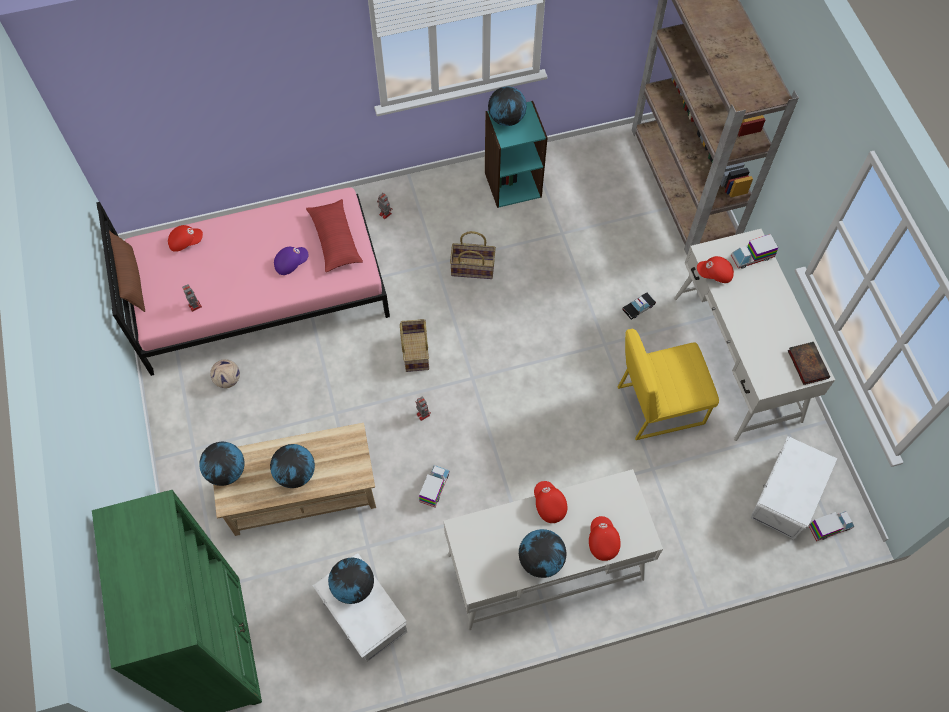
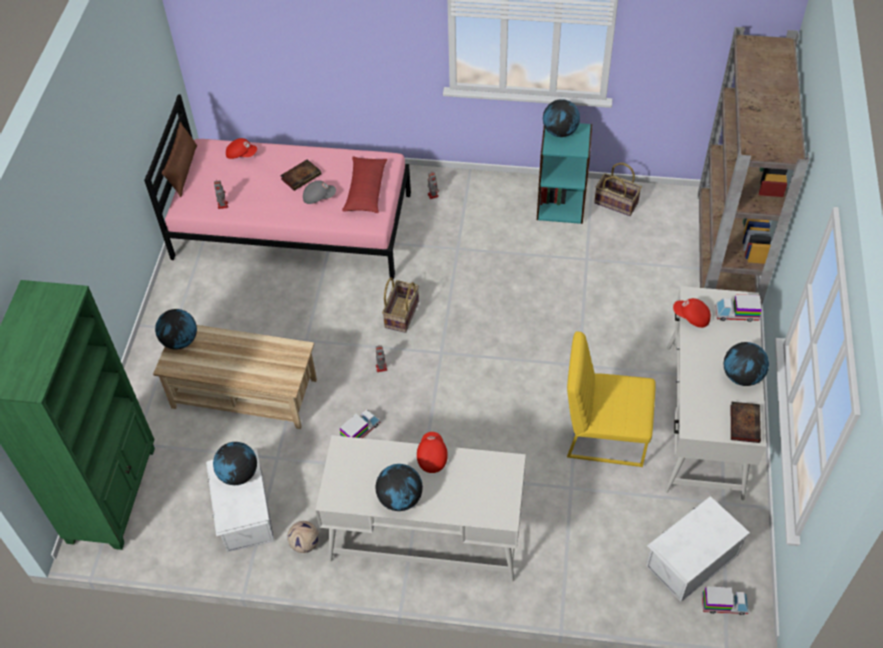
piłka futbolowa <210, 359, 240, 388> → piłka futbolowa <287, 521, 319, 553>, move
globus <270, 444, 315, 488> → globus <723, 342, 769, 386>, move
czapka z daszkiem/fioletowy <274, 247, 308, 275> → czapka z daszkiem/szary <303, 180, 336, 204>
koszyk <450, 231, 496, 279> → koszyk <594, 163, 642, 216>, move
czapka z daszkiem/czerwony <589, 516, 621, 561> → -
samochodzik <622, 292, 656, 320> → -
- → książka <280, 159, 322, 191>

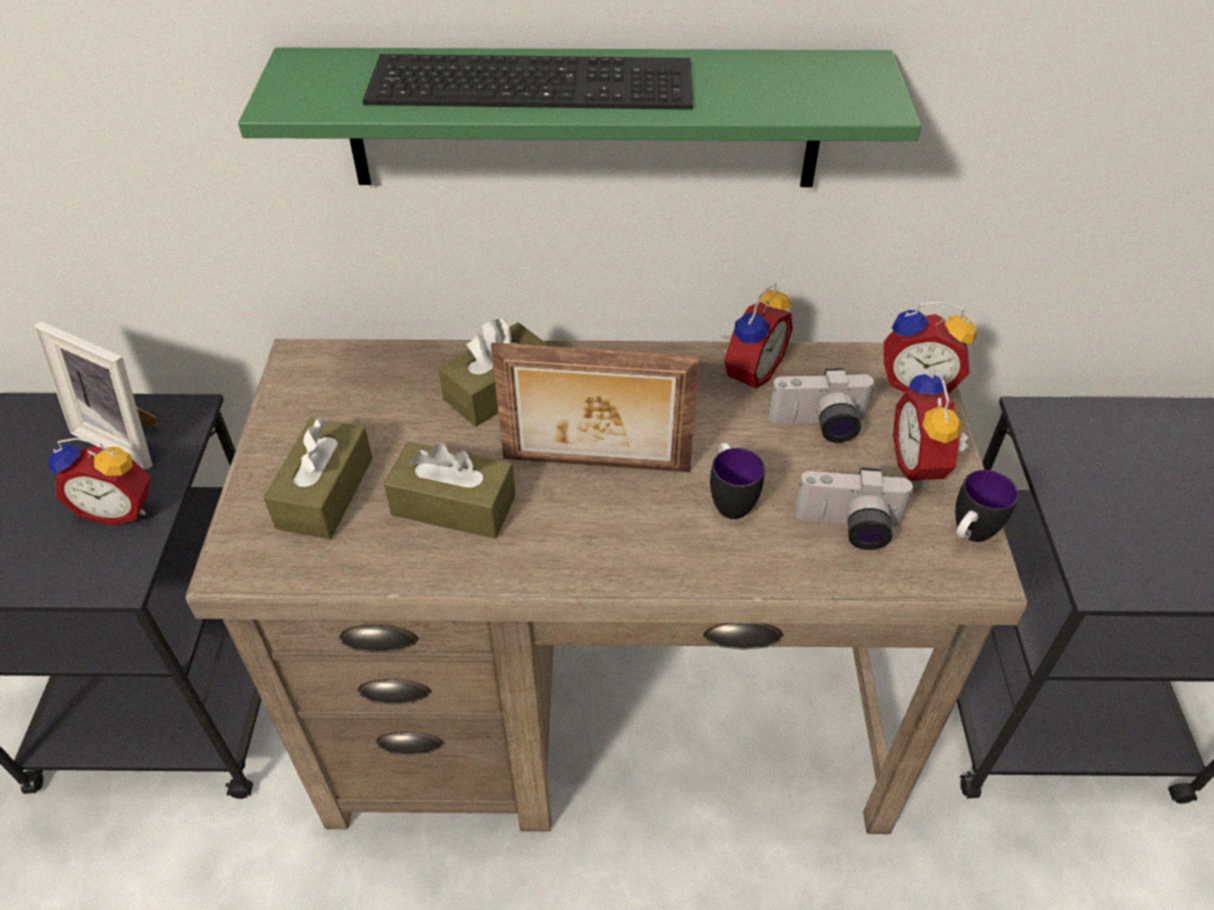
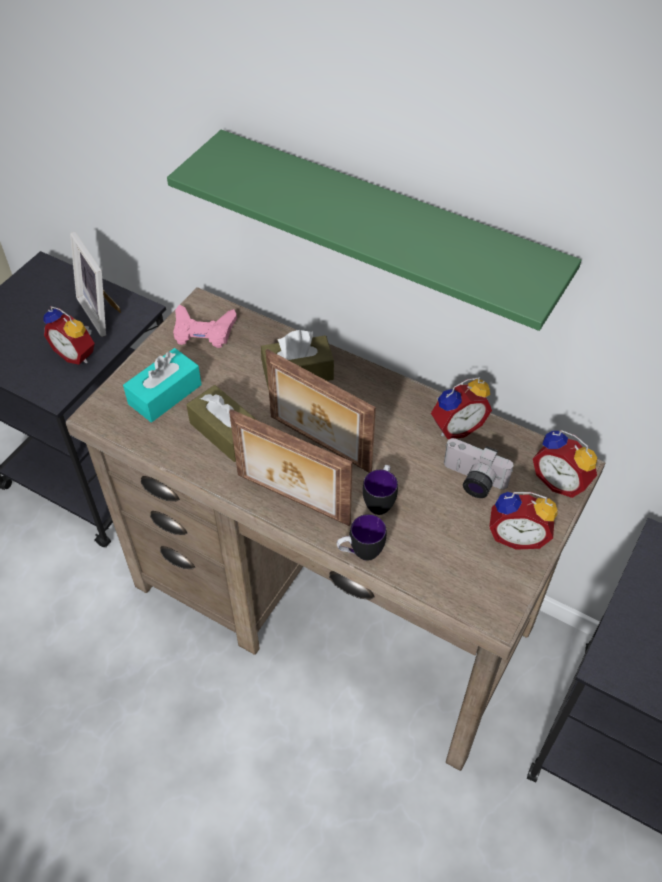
pudełko chusteczek/brązowy <263, 417, 373, 539> → pudełko chusteczek/turkusowy <123, 348, 202, 422>
klawiatura <362, 54, 693, 110> → -
aparat fotograficzny <794, 468, 914, 550> → -
budzik <893, 369, 969, 487> → budzik <489, 492, 558, 550>, 105 degrees counterclockwise
kubek <955, 470, 1018, 542> → kubek <337, 514, 386, 561>, move
- → pad do gier/różowy <173, 305, 237, 348>
- → ramka na zdjęcie <229, 409, 353, 526>

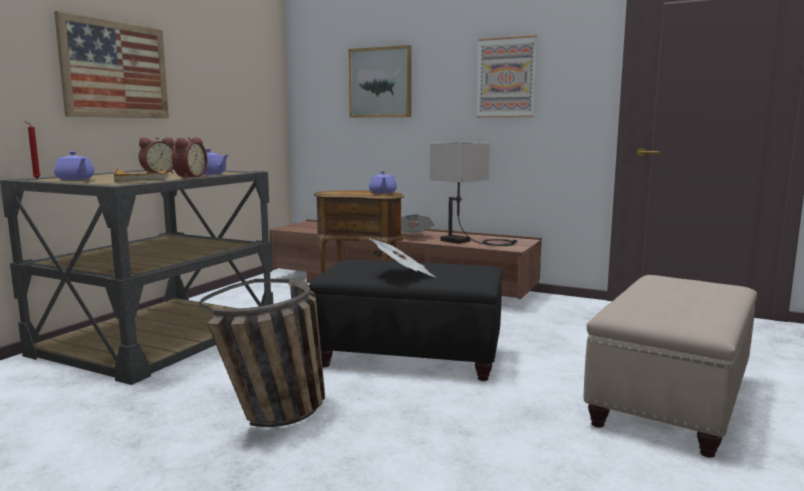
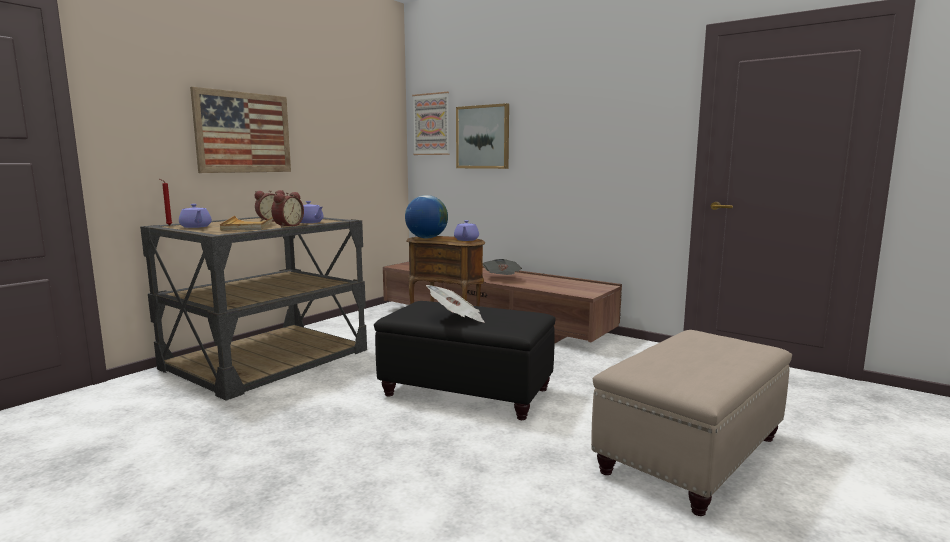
koszyk <199, 278, 325, 427> → -
lampa stołowa <430, 142, 517, 246> → -
obraz <477, 35, 537, 118> → obraz <412, 92, 450, 155>, move
- → globus <405, 195, 448, 238>

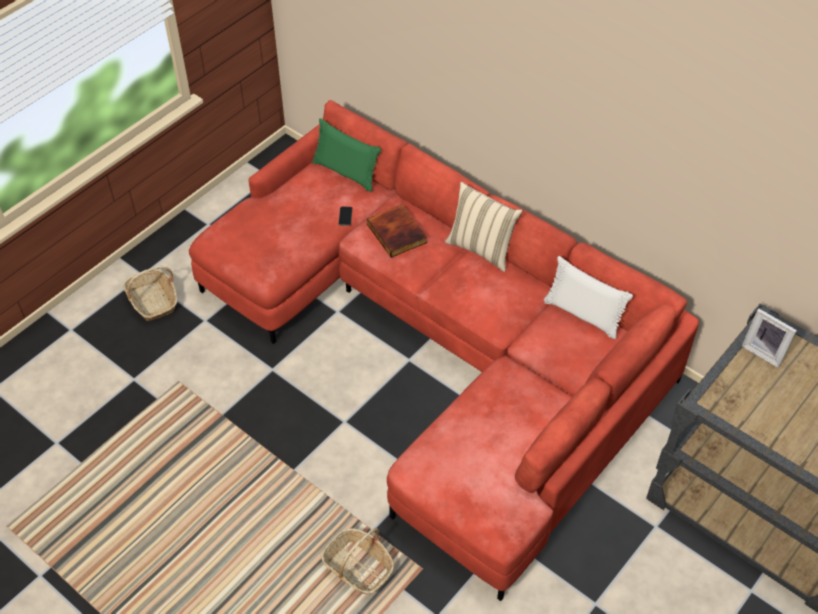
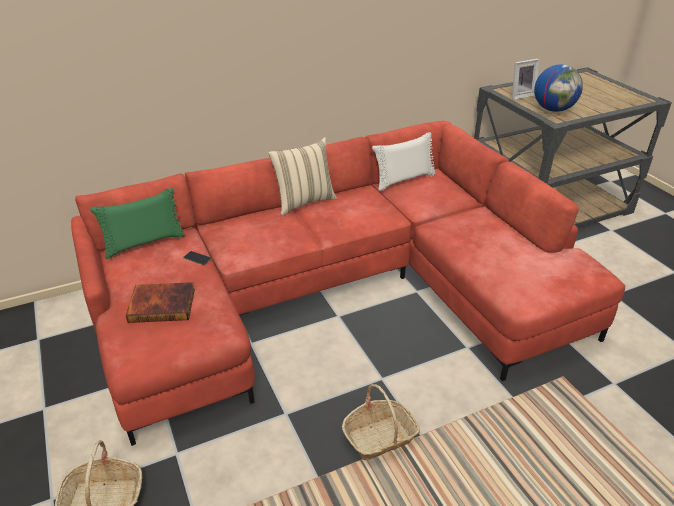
koszyk <321, 528, 394, 594> → koszyk <342, 384, 420, 460>, move
książka <367, 205, 427, 257> → książka <126, 282, 195, 323>, move
- → globus <534, 65, 583, 112>

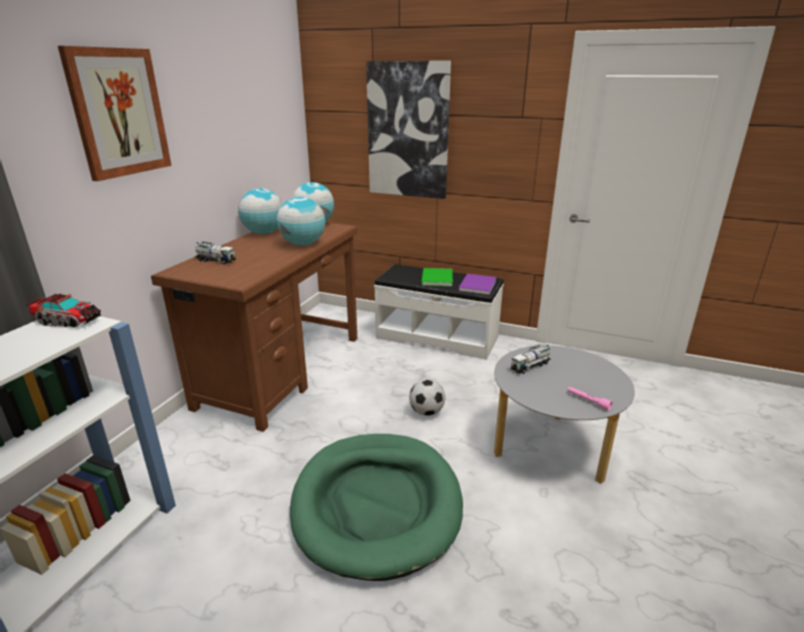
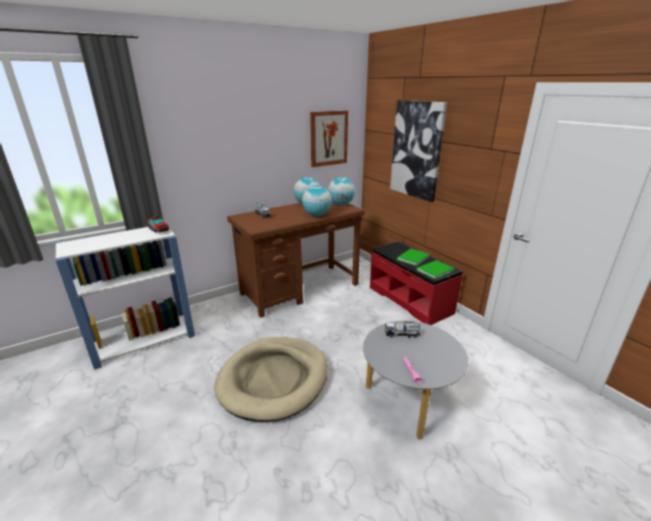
obraz <58, 46, 172, 181> → obraz <310, 110, 348, 167>, move
legowisko/zielony <290, 434, 463, 581> → legowisko/beżowy <214, 337, 328, 422>
ławka/biały <374, 264, 504, 360> → ławka/czerwony <370, 241, 463, 325>
piłka futbolowa <409, 379, 445, 416> → -
książka/fioletowy <458, 274, 497, 295> → książka/zielony <416, 260, 454, 279>

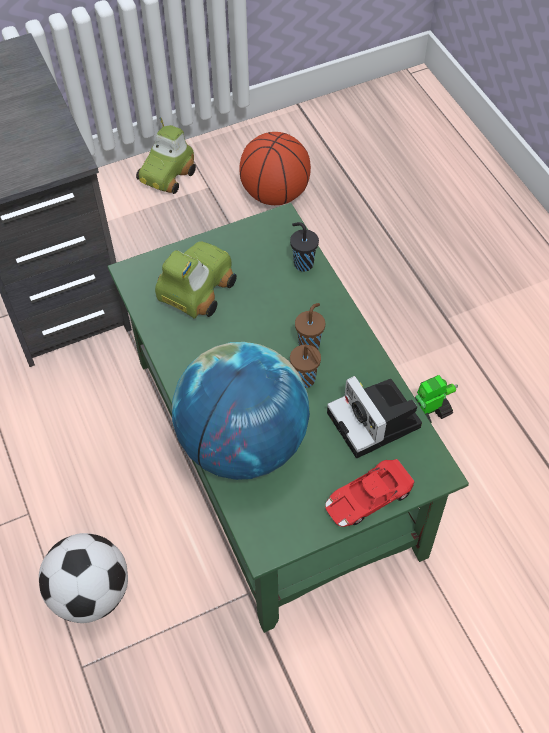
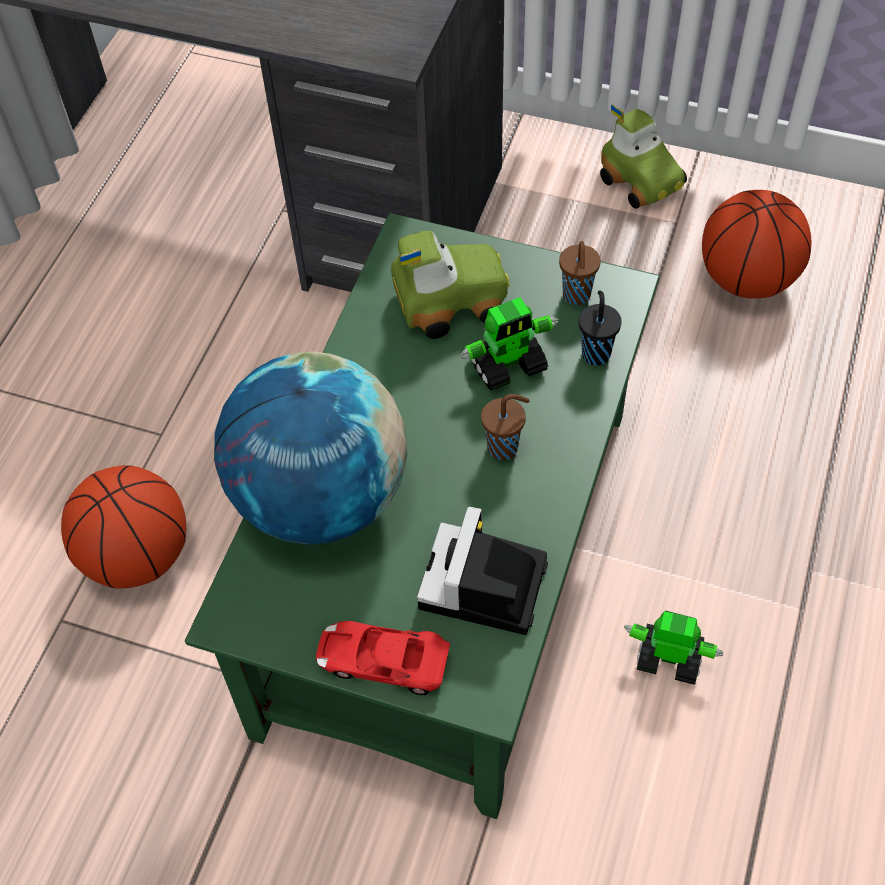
piłka futbolowa <39, 533, 128, 623> → piłka do koszykówki <61, 465, 186, 589>
samochodzik <136, 117, 196, 194> → samochodzik <600, 105, 687, 209>, 105 degrees counterclockwise
filiżanka/brązowy <290, 345, 321, 388> → filiżanka/brązowy <559, 241, 601, 305>, move
- → robot zabawkowy <459, 297, 559, 391>

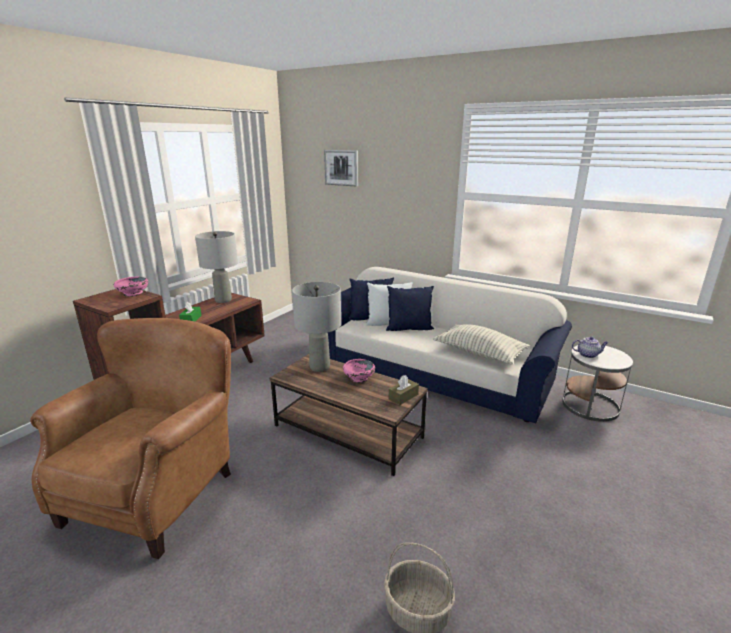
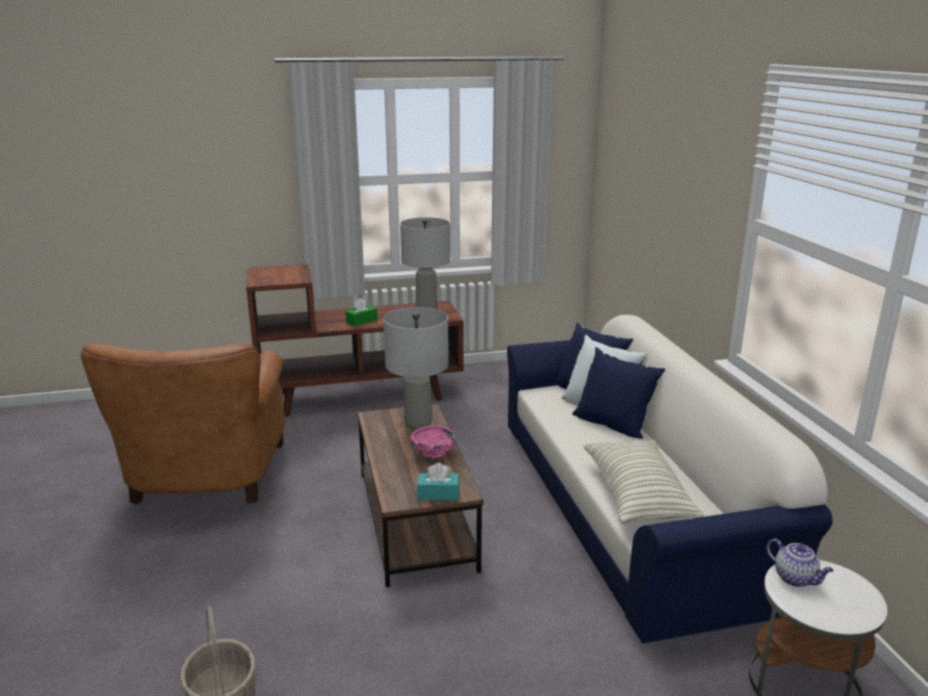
fotel/brązowy <30, 318, 231, 559> → fotel/brązowy <81, 343, 286, 505>, 120 degrees clockwise
miska/różowy <114, 277, 148, 297> → -
obraz <324, 150, 358, 187> → -
pudełko chusteczek/brązowy <389, 375, 419, 405> → pudełko chusteczek/turkusowy <417, 463, 460, 500>

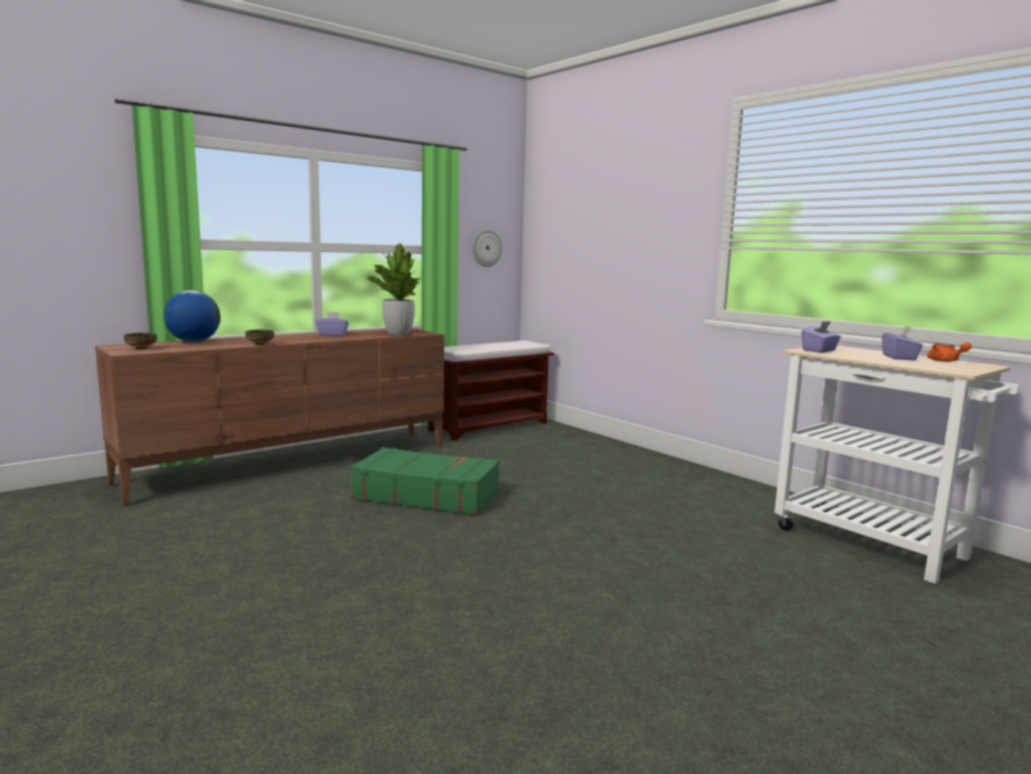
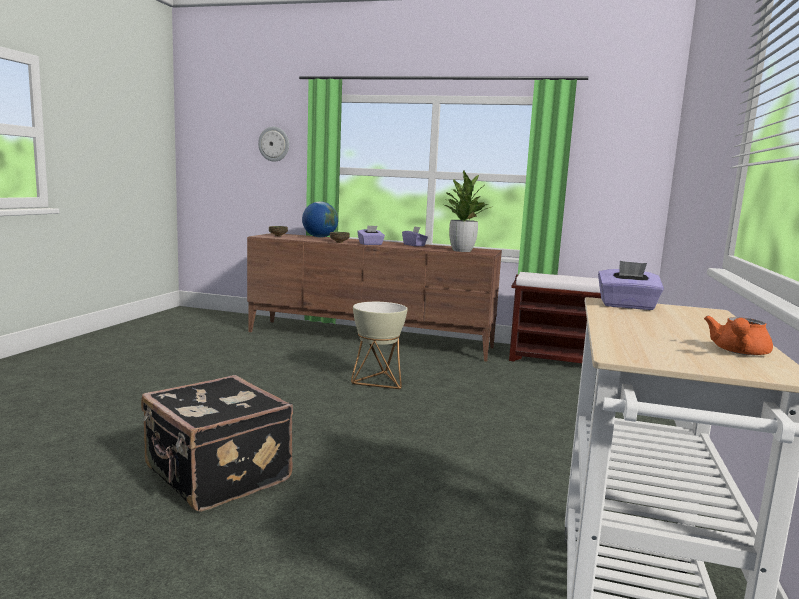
walizka/zielony <351, 447, 499, 515> → donica <351, 302, 408, 389>
zegar ścienny <472, 229, 502, 267> → zegar ścienny <258, 127, 289, 162>, move
pudełko chusteczek/fioletowy <882, 326, 923, 360> → pudełko chusteczek/fioletowy <357, 225, 385, 245>, move
- → walizka/czarny <141, 375, 293, 512>

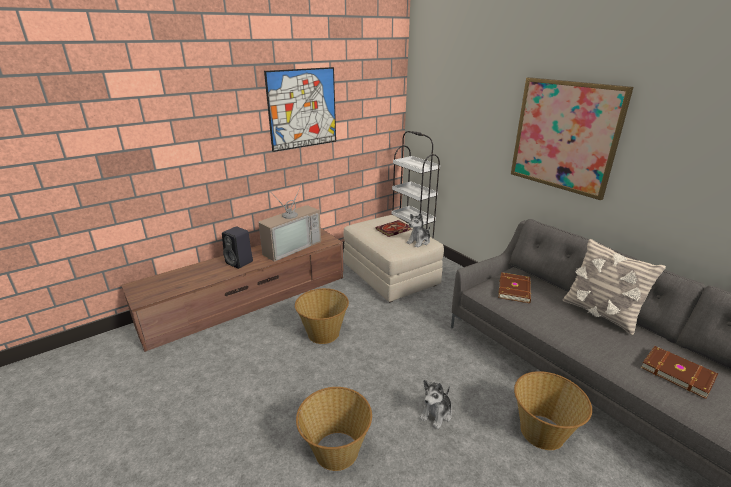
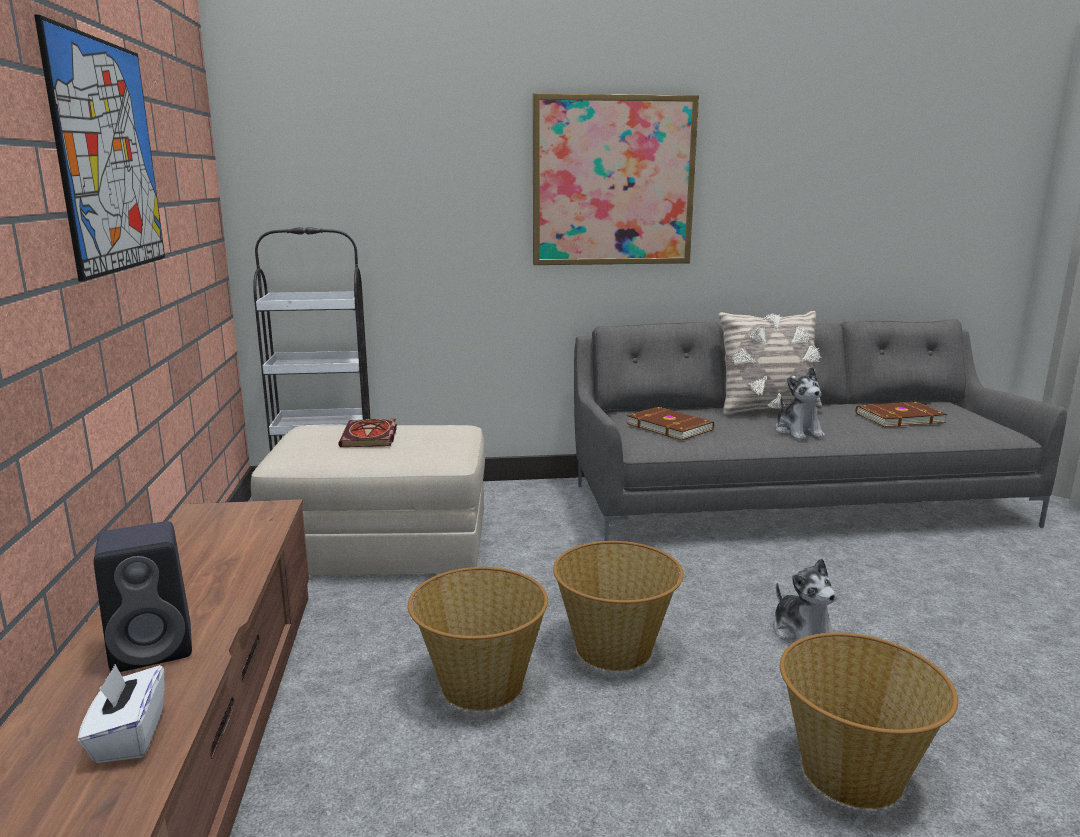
telewizor <258, 182, 321, 262> → -
pluszak <407, 213, 430, 248> → pluszak <775, 367, 825, 440>, move
koszyk <514, 371, 592, 450> → koszyk <553, 541, 684, 671>, move
- → pudełko chusteczek/biały <78, 664, 165, 763>

